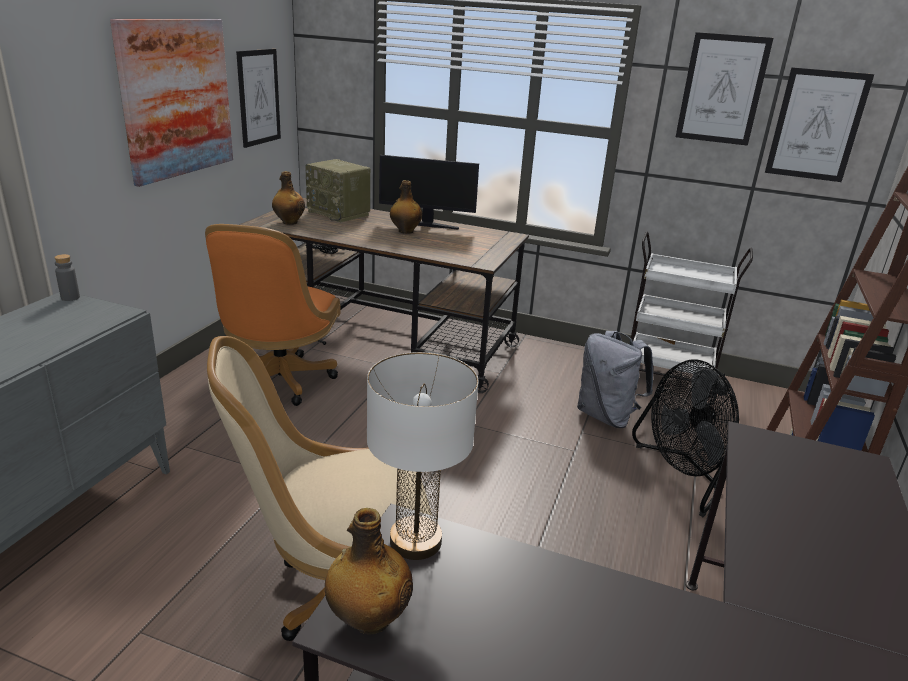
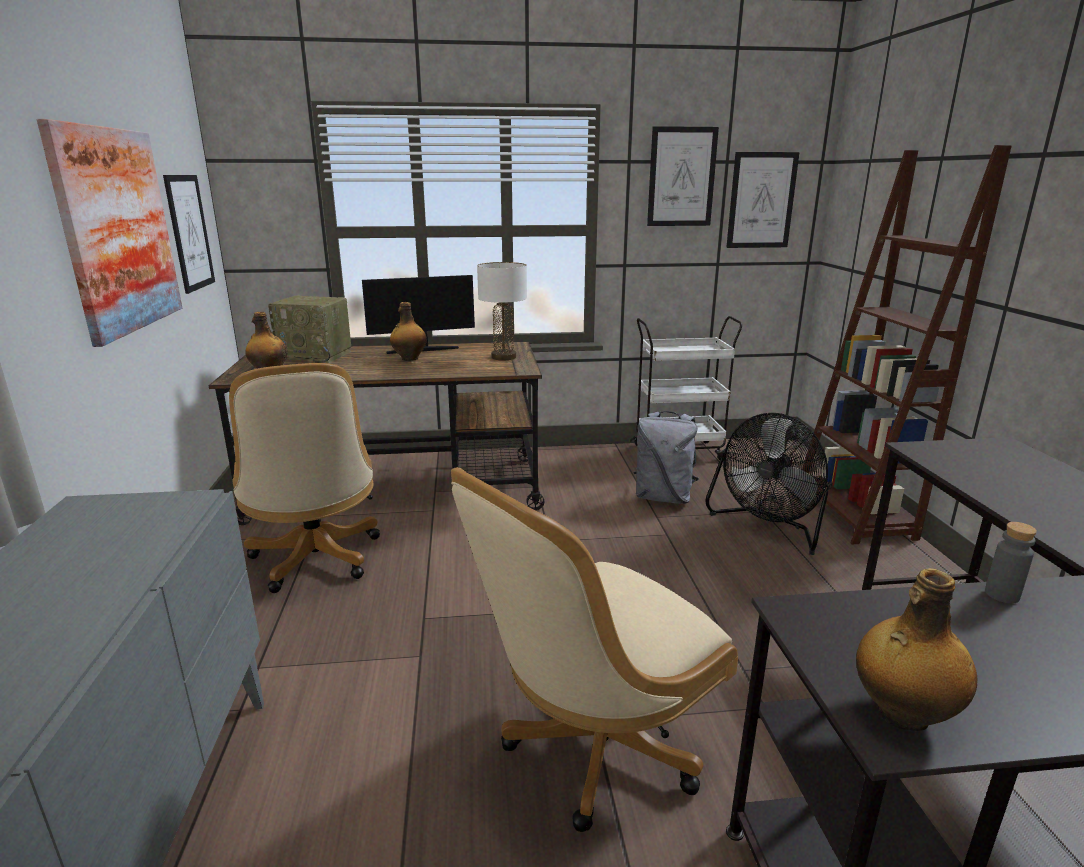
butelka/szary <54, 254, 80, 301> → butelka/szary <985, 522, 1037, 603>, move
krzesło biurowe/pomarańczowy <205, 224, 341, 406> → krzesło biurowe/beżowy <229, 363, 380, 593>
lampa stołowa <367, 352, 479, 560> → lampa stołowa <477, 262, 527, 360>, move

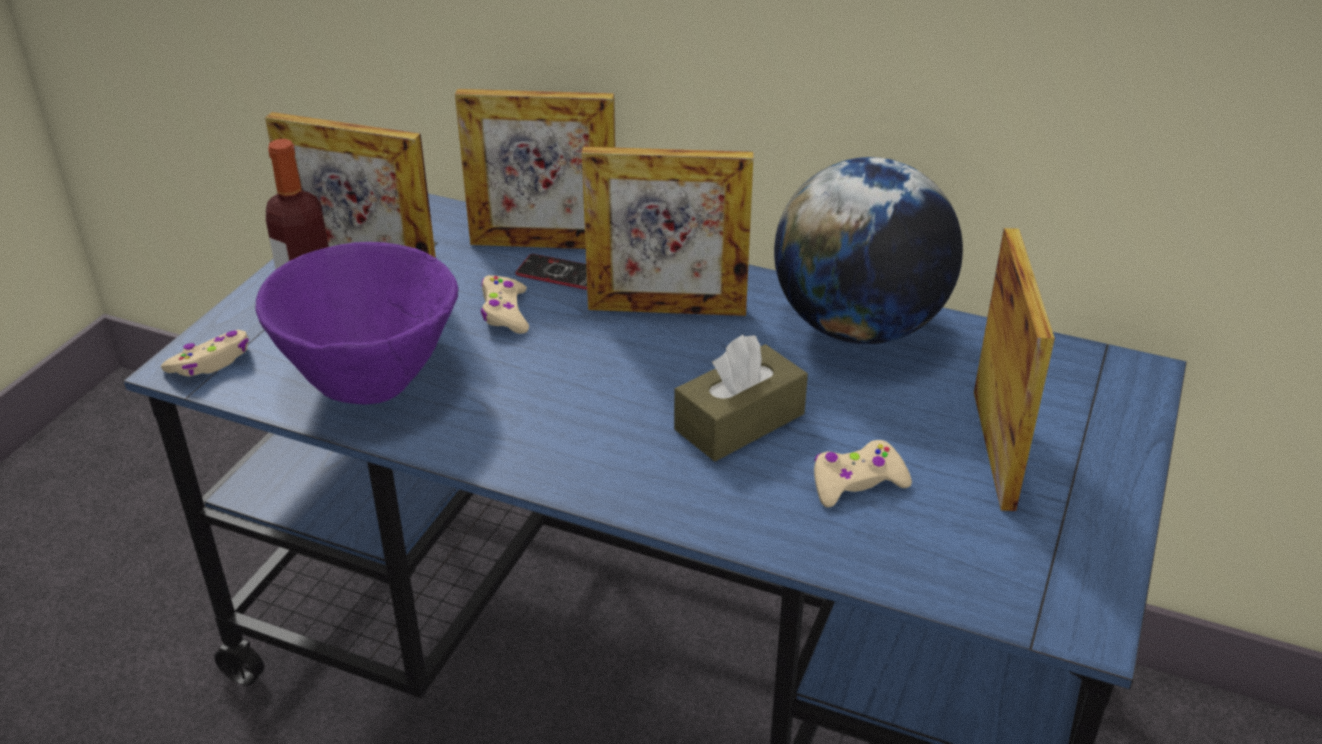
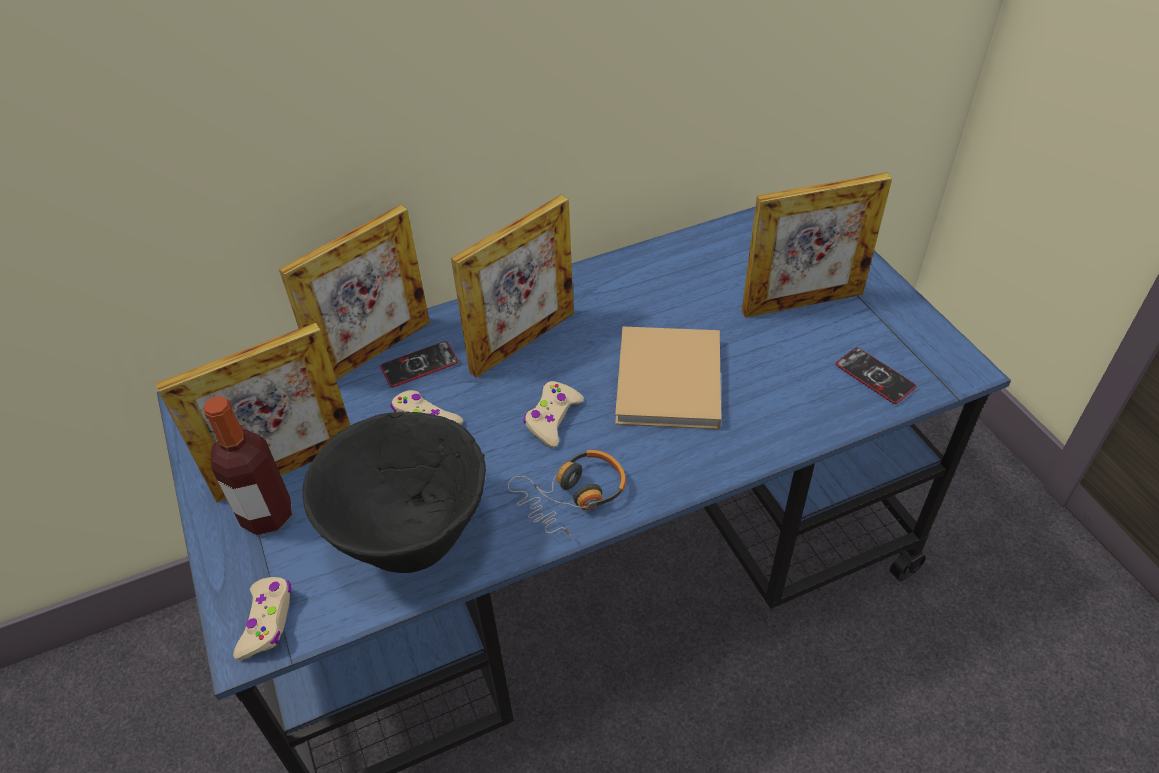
miska/fioletowy <255, 242, 458, 405> → miska/czarny <302, 411, 486, 573>
pudełko chusteczek/brązowy <674, 335, 808, 461> → książka/beżowy <615, 326, 721, 430>
globus <774, 157, 963, 344> → -
pad do gier/beżowy <814, 440, 912, 507> → pad do gier/beżowy <523, 381, 584, 448>, move
ramka na zdjęcie <974, 228, 1055, 511> → ramka na zdjęcie <742, 173, 892, 318>, 120 degrees clockwise
- → słuchawki <508, 450, 626, 538>
- → telefon <836, 348, 916, 404>

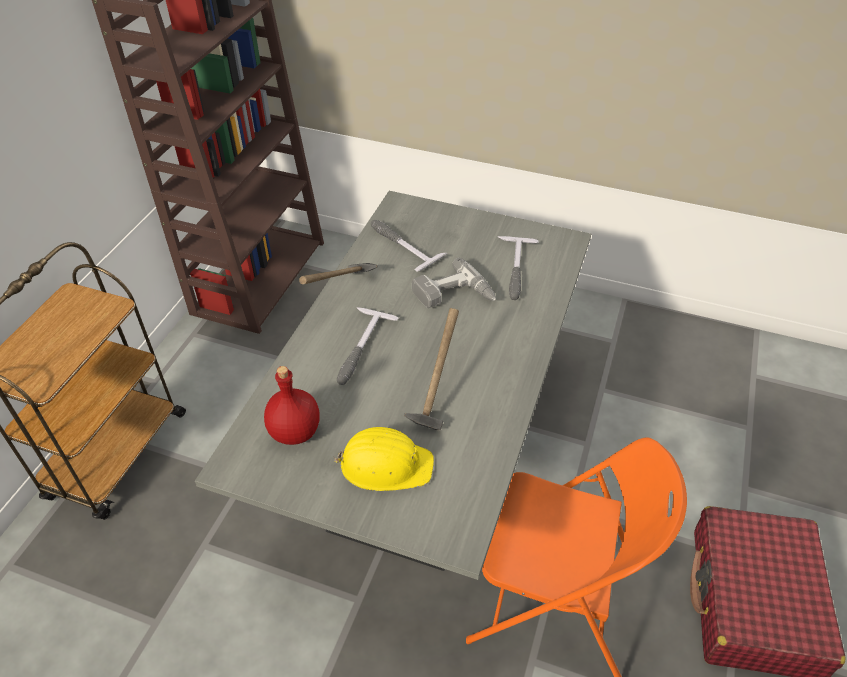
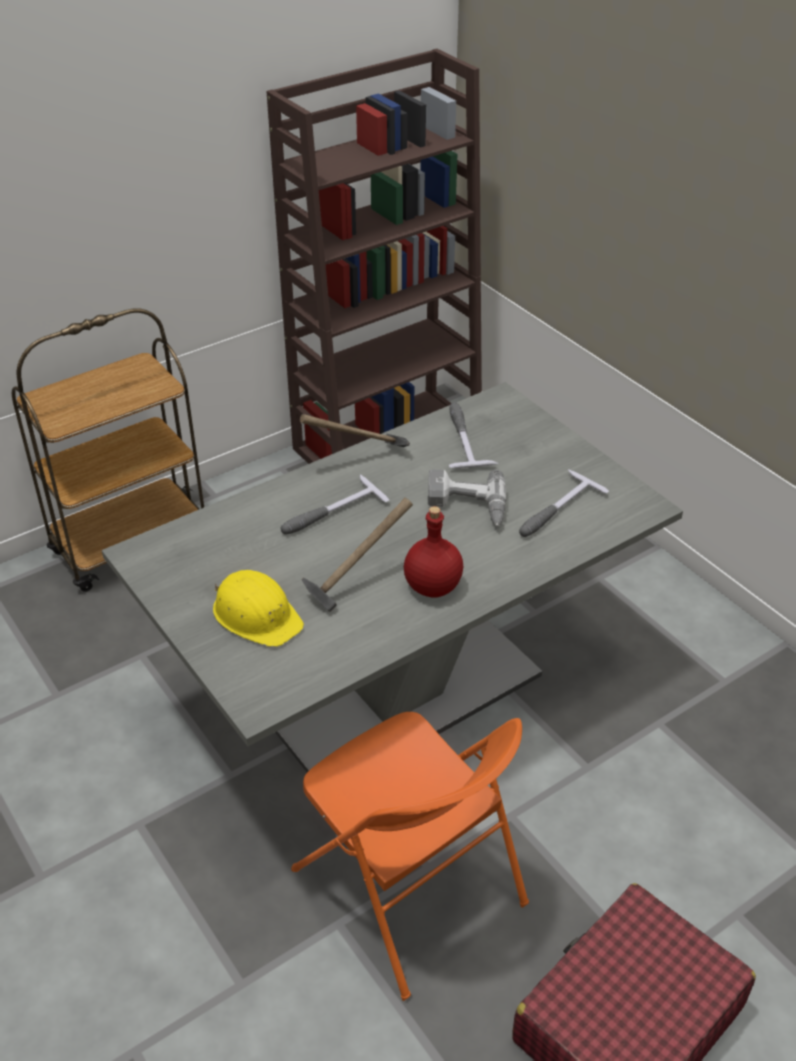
butelka/czerwony <264, 366, 320, 445> → butelka/czerwony <404, 506, 463, 598>, move

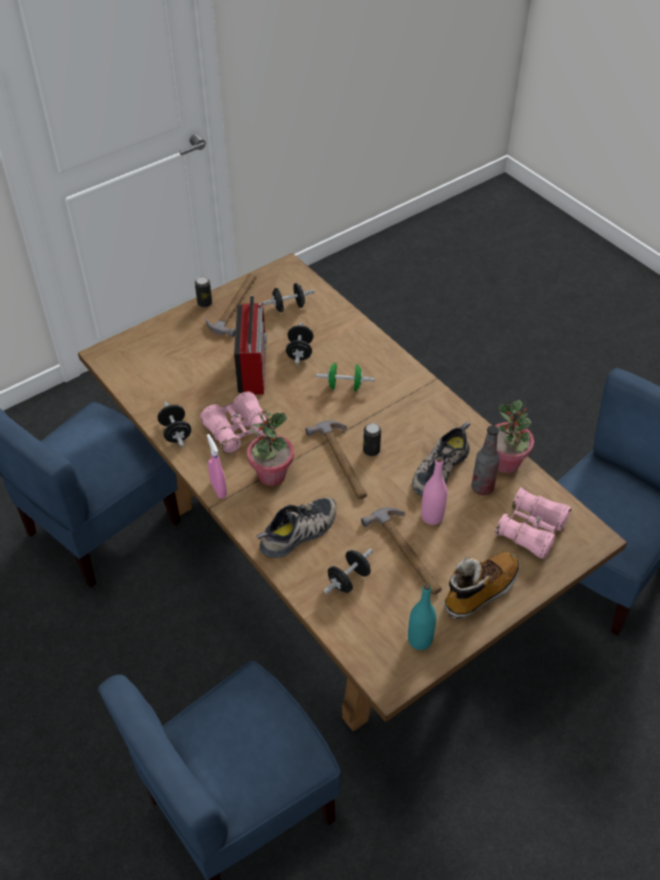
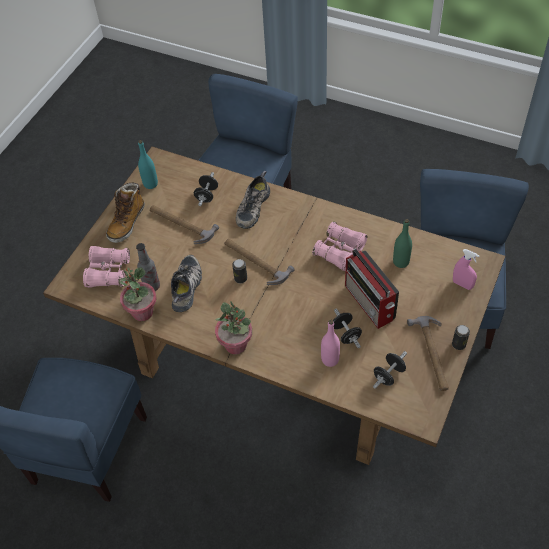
hantel/czarny <158, 402, 191, 447> → -
spryskiwacz/różowy <207, 434, 227, 498> → spryskiwacz/różowy <453, 249, 480, 290>, move
roślina doniczkowa <247, 409, 294, 486> → roślina doniczkowa <215, 302, 252, 354>, move
hantel/zielony <316, 363, 375, 391> → -
butelka/różowy <421, 457, 447, 525> → butelka/różowy <321, 320, 340, 367>, move
- → butelka/zielony <393, 219, 412, 268>

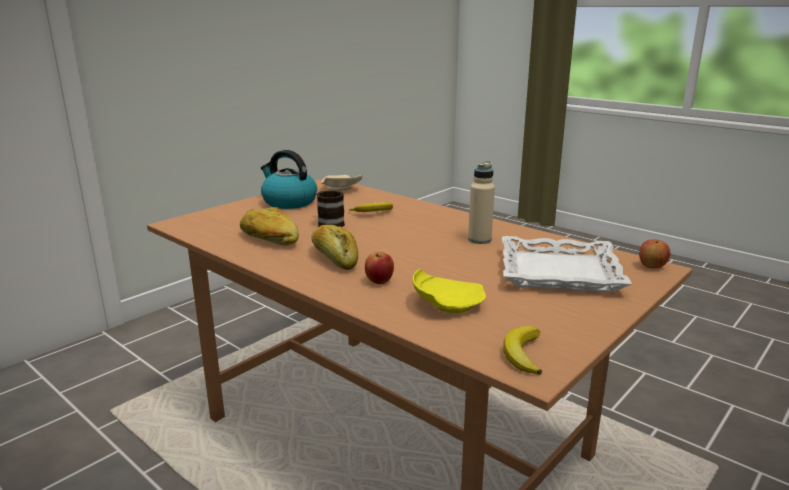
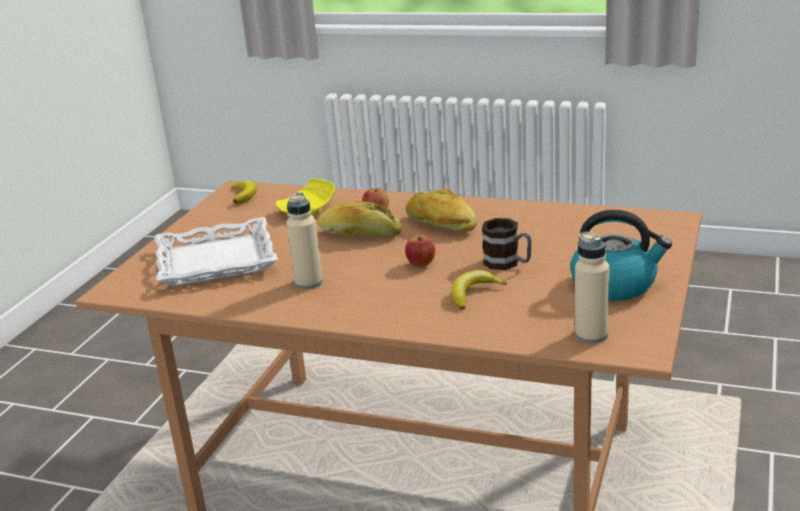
chleb <240, 207, 299, 245> → chleb <318, 201, 402, 236>, move
talerz/beżowy <321, 175, 362, 191> → butelka/beżowy <575, 232, 609, 343>
jabłko <639, 240, 670, 269> → jabłko <405, 235, 436, 267>, move

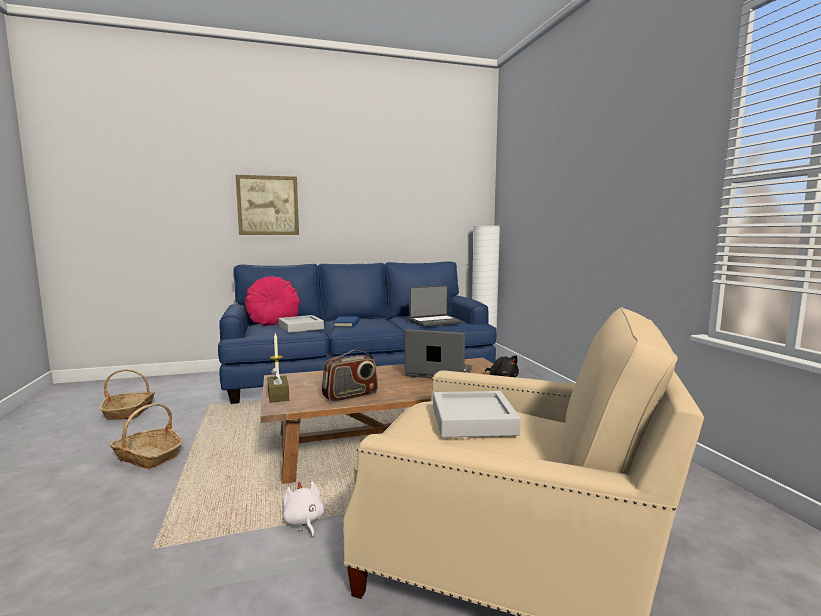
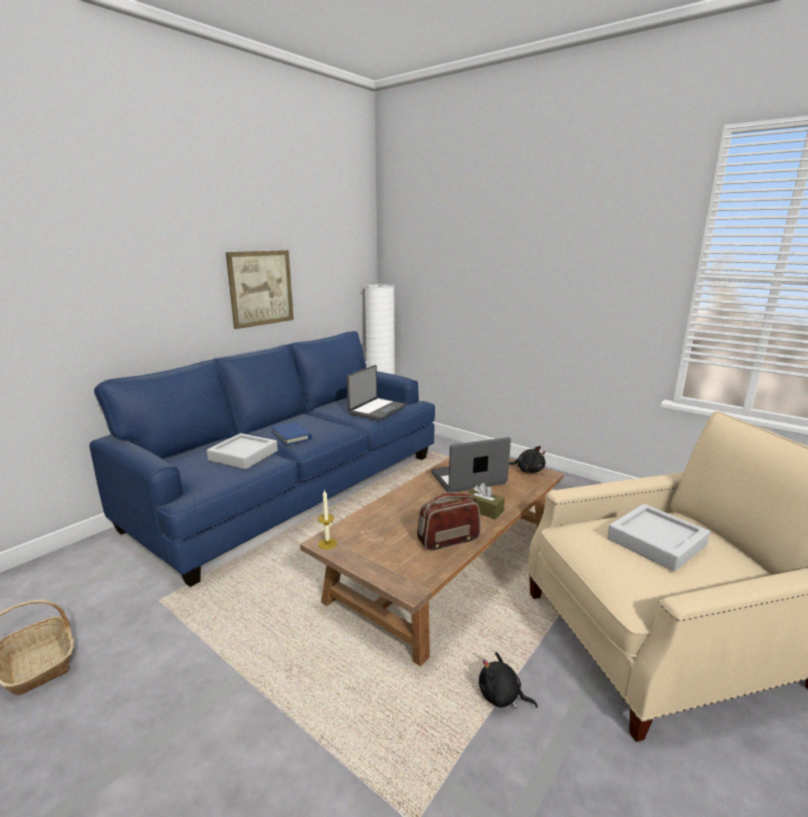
koszyk <109, 403, 183, 469> → -
obraz <236, 175, 299, 235> → obraz <226, 250, 294, 329>, move
poduszka/różowy <245, 276, 300, 326> → -
pudełko chusteczek/brązowy <267, 367, 289, 403> → pudełko chusteczek/brązowy <467, 483, 505, 519>, move
pluszak/biały <283, 481, 324, 537> → pluszak/czarny <479, 652, 538, 709>
radio <322, 350, 378, 402> → radio <417, 492, 481, 551>, 135 degrees counterclockwise

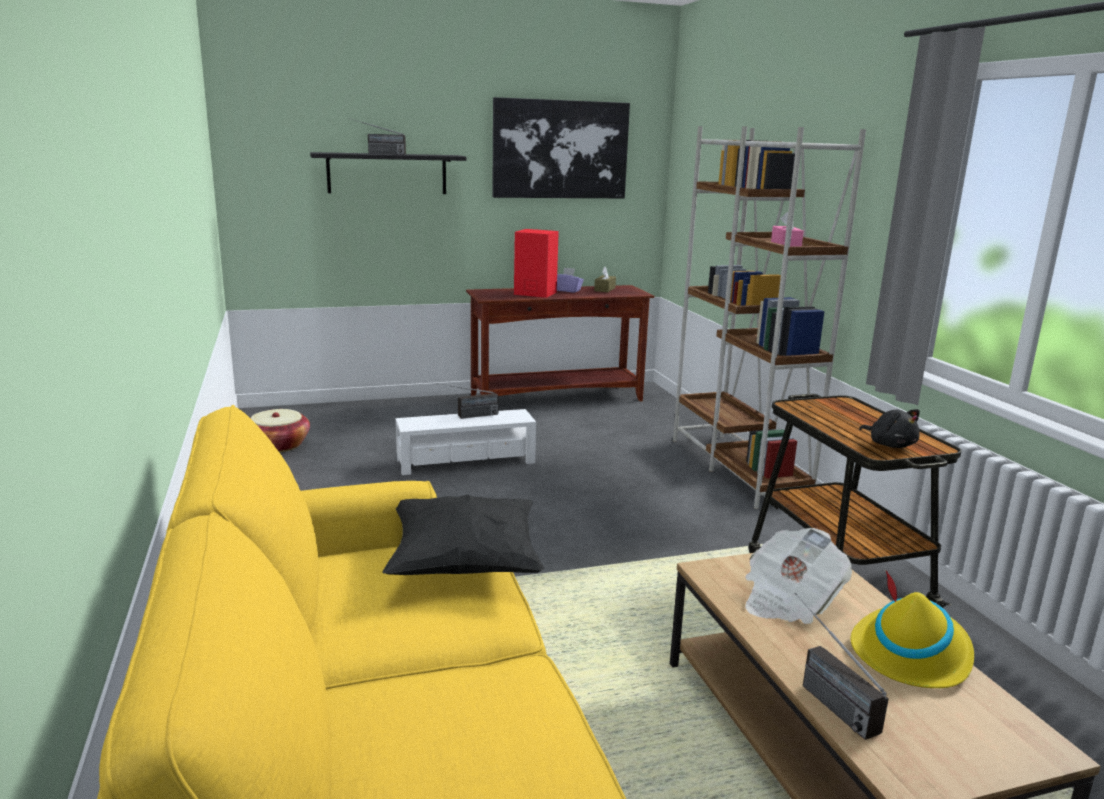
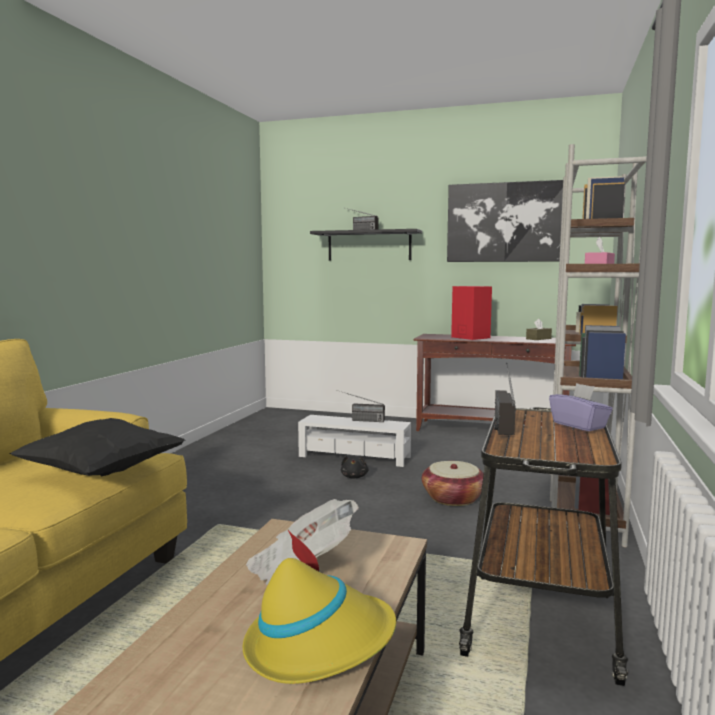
koszyk <251, 409, 310, 452> → koszyk <422, 461, 484, 506>, move
pudełko chusteczek/fioletowy <557, 268, 584, 292> → pudełko chusteczek/fioletowy <549, 383, 613, 431>, move
radio <794, 592, 888, 740> → radio <494, 363, 516, 435>, move
pluszak/czarny <859, 409, 920, 448> → pluszak/czarny <341, 456, 369, 479>, move

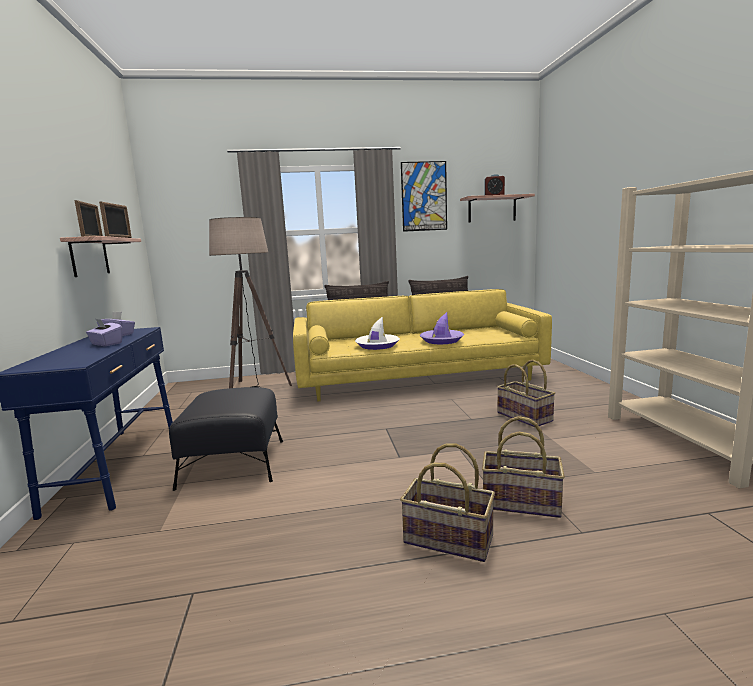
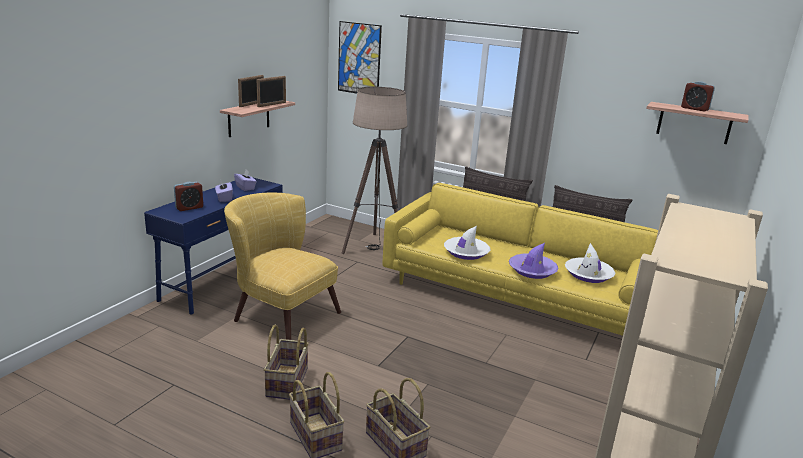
pufa/czarny <169, 387, 283, 491> → fotel/żółty <224, 193, 341, 340>
obraz <401, 161, 447, 232> → obraz <338, 21, 382, 93>, move
koszyk <497, 360, 555, 427> → koszyk <264, 325, 309, 400>, move
- → budzik <174, 182, 203, 211>
- → kapelusz/biały <565, 243, 615, 283>

